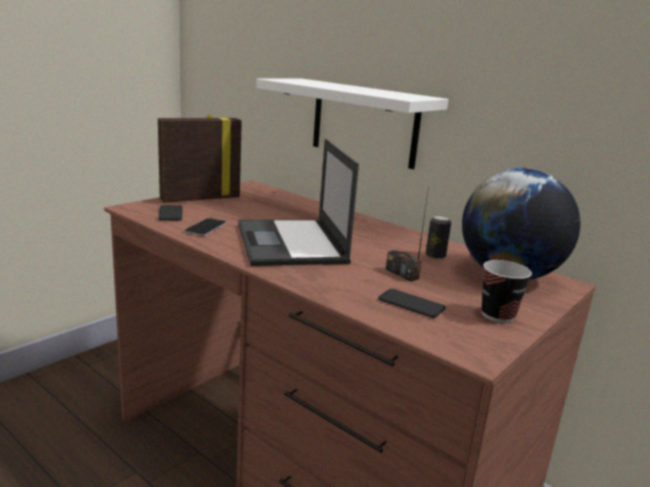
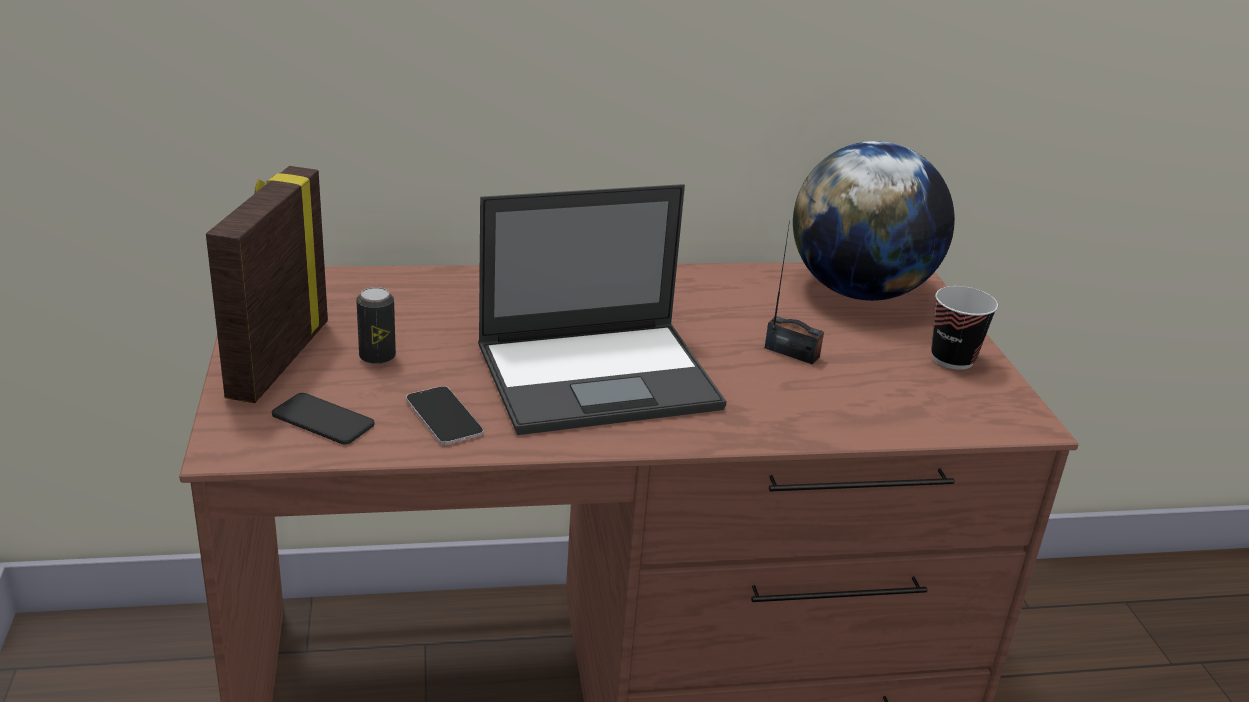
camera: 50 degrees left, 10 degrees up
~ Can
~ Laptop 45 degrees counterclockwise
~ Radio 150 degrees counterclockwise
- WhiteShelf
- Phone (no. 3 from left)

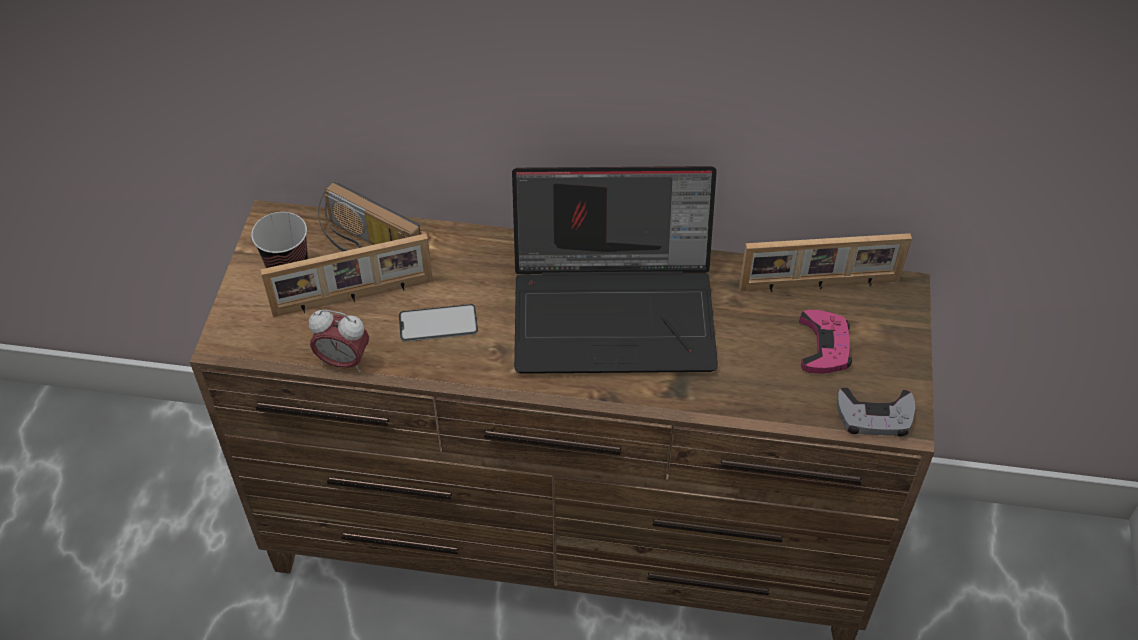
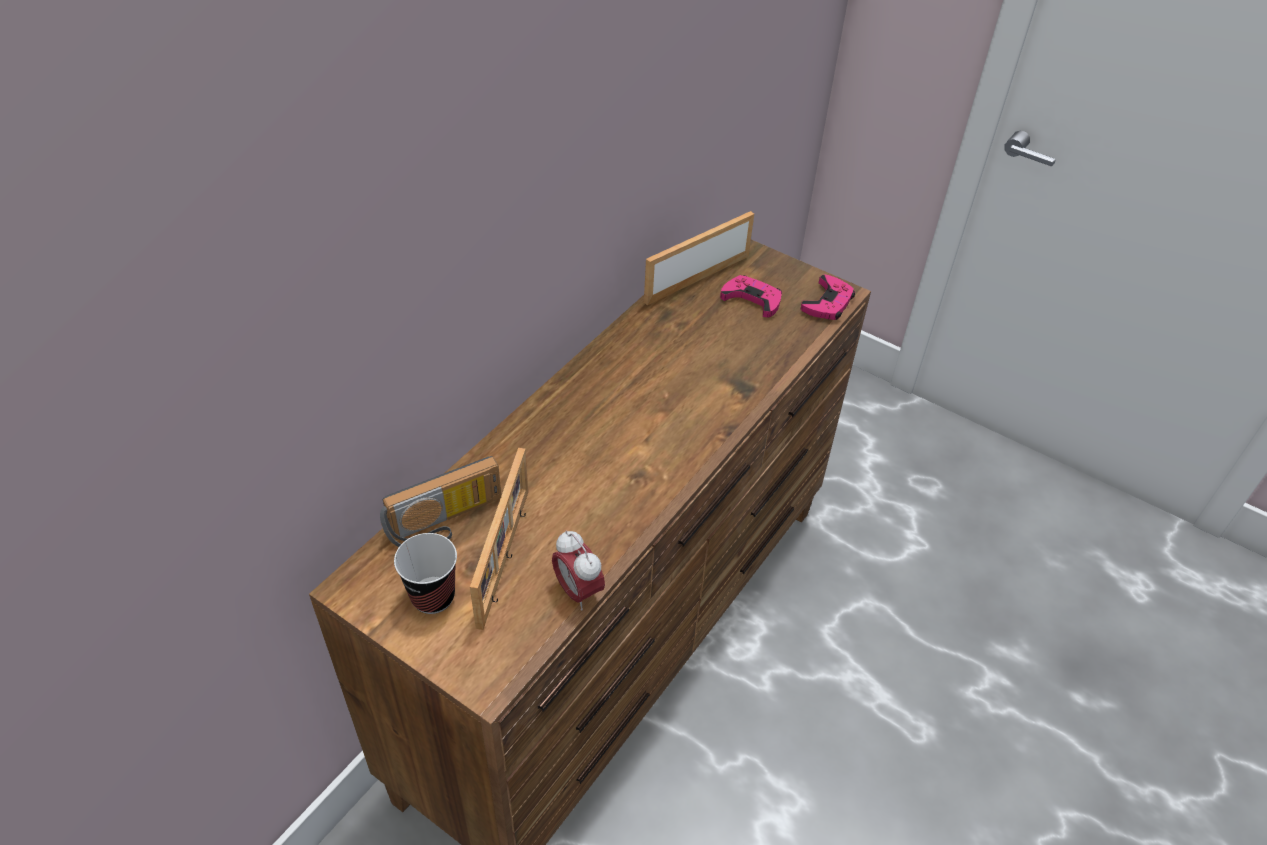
camera: 65 degrees left, 5 degrees down
~ AlarmClock 105 degrees clockwise
~ PictureFrame (no. 2 from left) 150 degrees counterclockwise
~ GreyGameController to PinkGameController (no. 2 from left)
- Phone
- Laptop

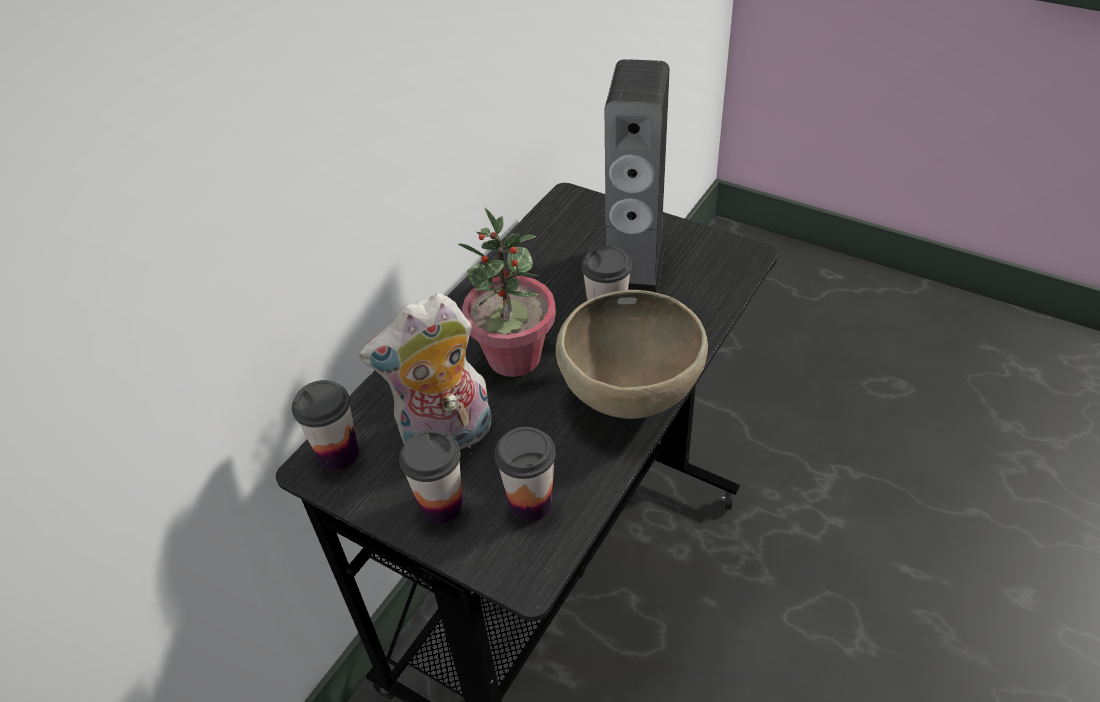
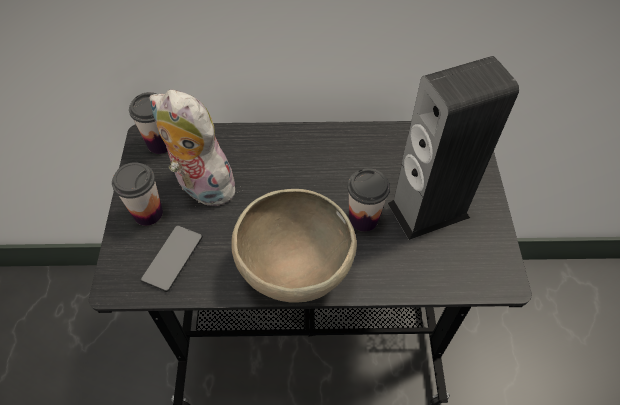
camera: 55 degrees right, 10 degrees up
~ Cup (no. 3 from left) to Phone
- PottedPlant

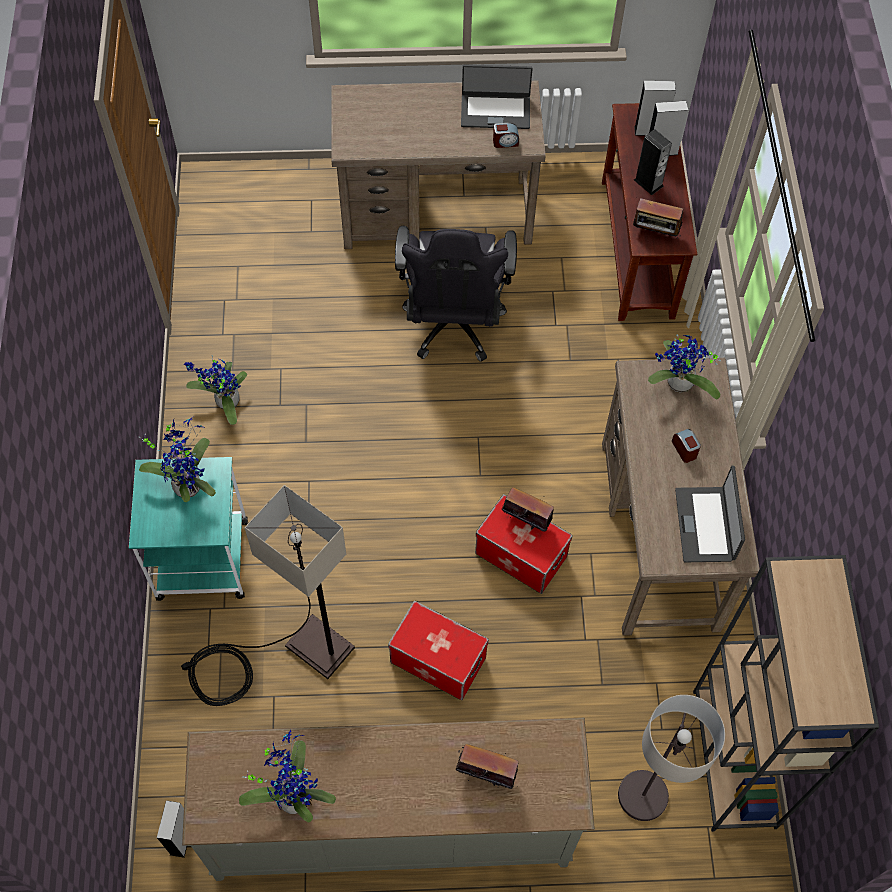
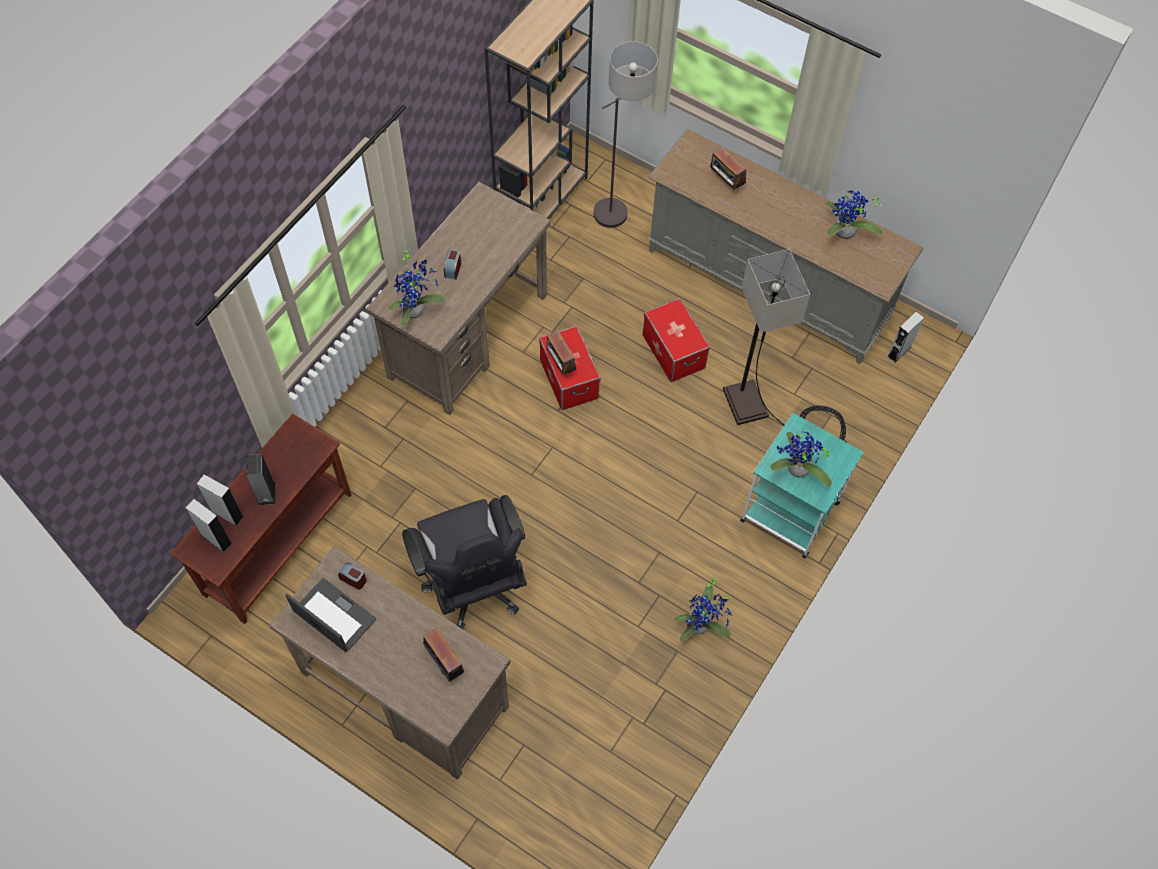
camera: 145 degrees left, 0 degrees up
~ BlackOfficeChair 120 degrees clockwise
~ Radio (no. 3 from left in the first image) to Radio (no. 1 from left)
- Laptop (no. 2 from left)

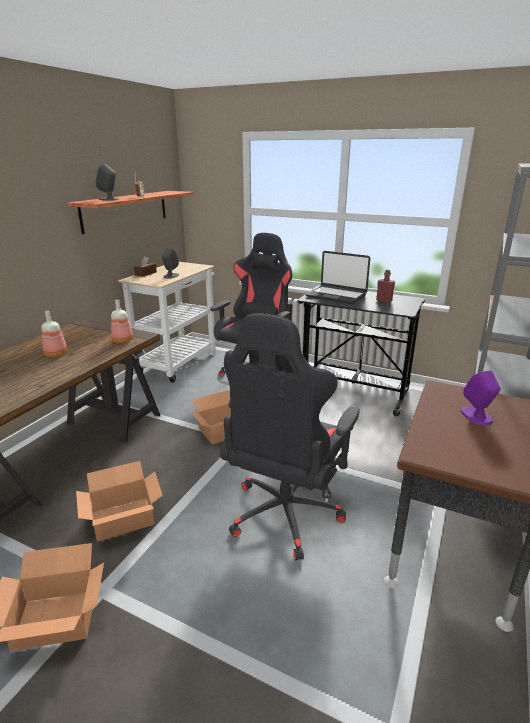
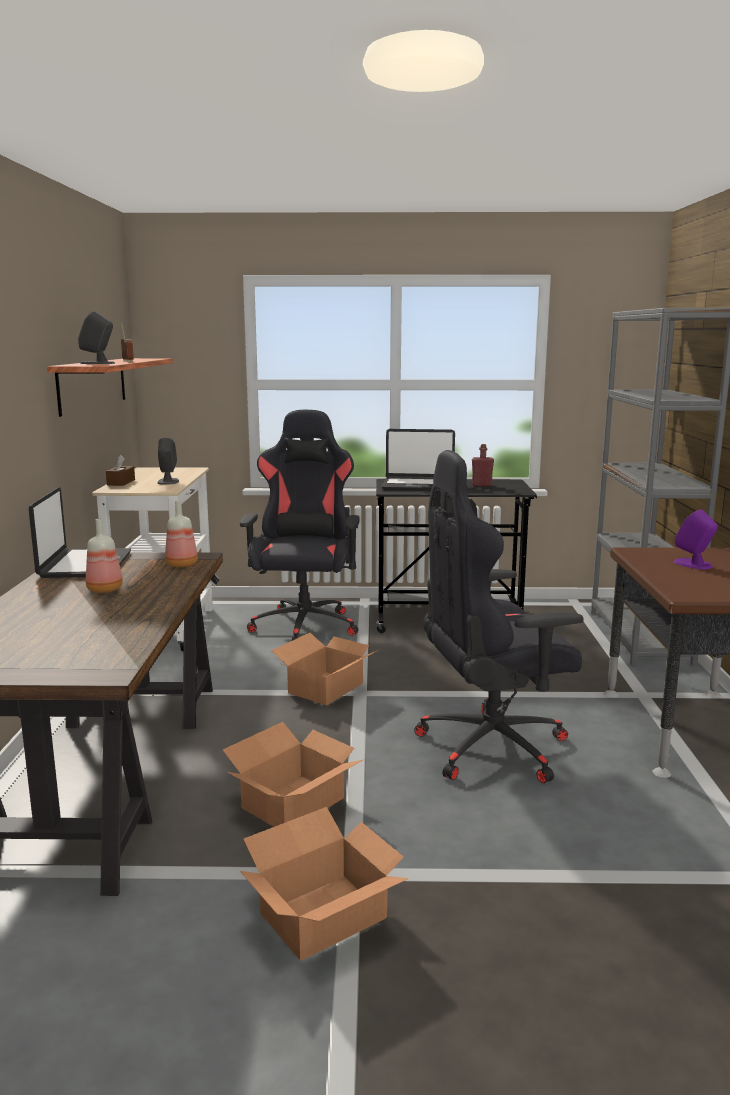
camera: 25 degrees left, 10 degrees down
+ Laptop (no. 1 from left)
~ BlackOfficeChair (no. 2 from left) 75 degrees clockwise

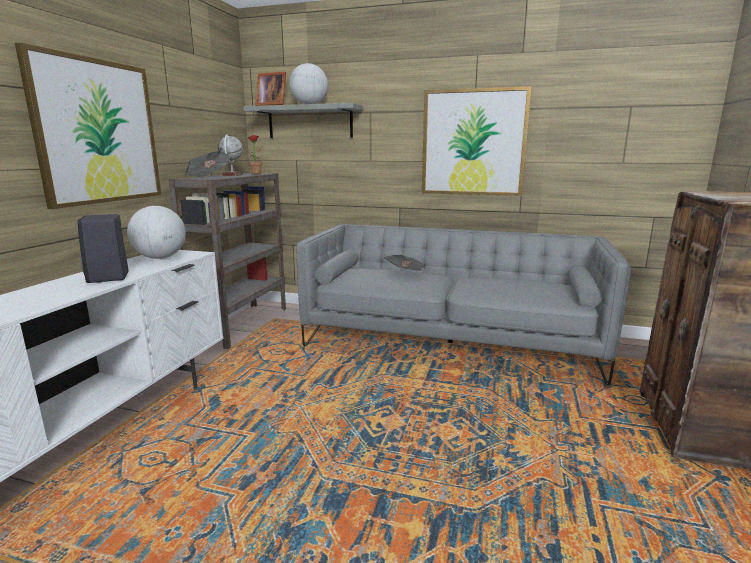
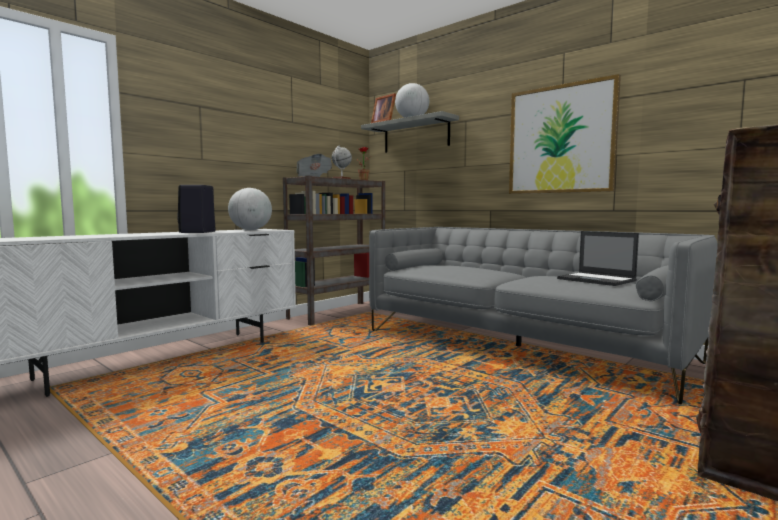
camera: 25 degrees right, 10 degrees down
+ Laptop
- Picture (no. 1 from left)
- Newspaper (no. 2 from left)

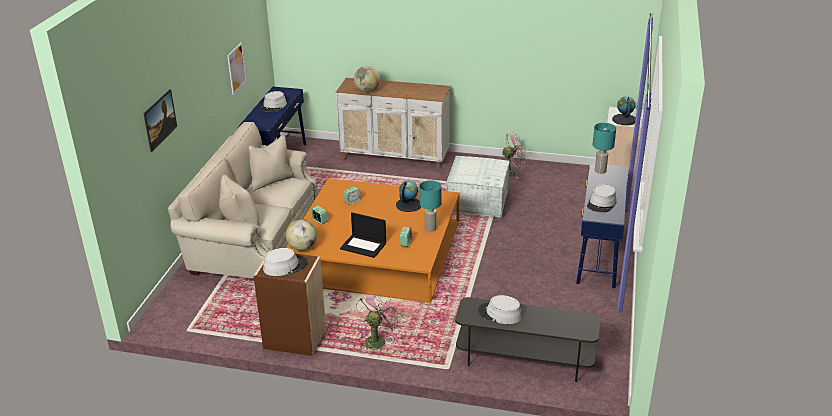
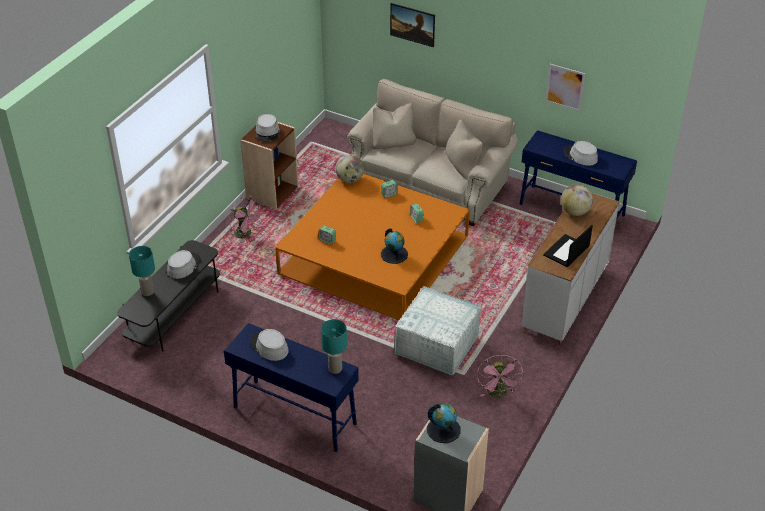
camera: 105 degrees right, 10 degrees up
~ TurquoiseTableLamp (no. 1 from left)
~ Laptop

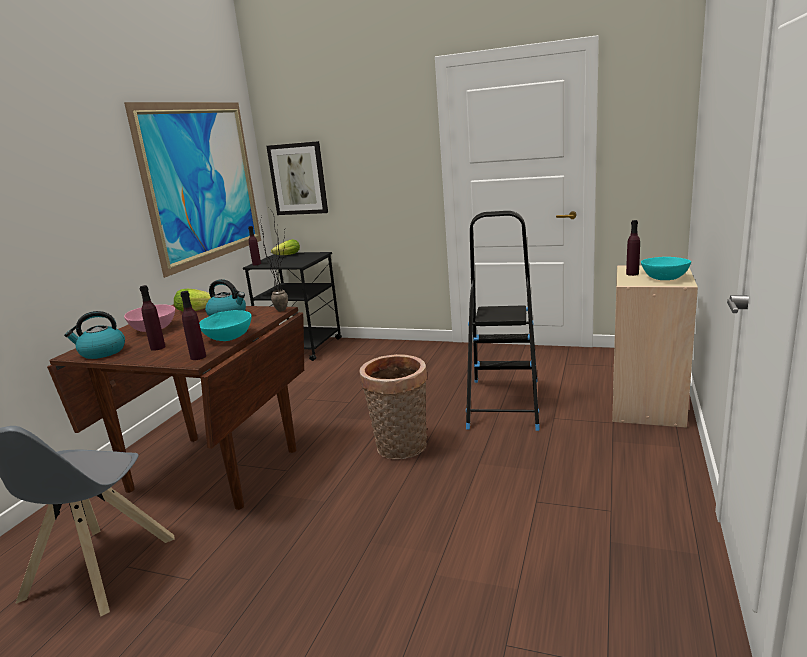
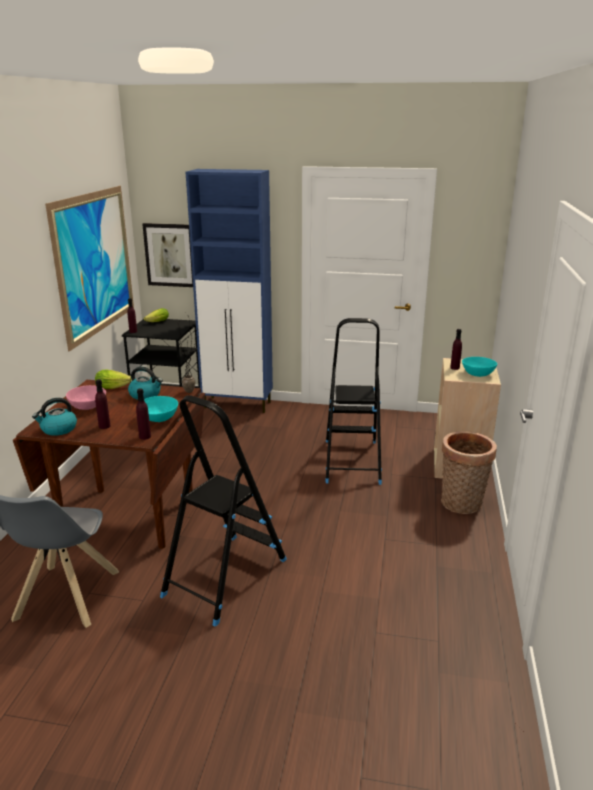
camera: 10 degrees left, 5 degrees up
+ BlackStepLadder (no. 1 from left)
+ BlueCabinet
~ Basket

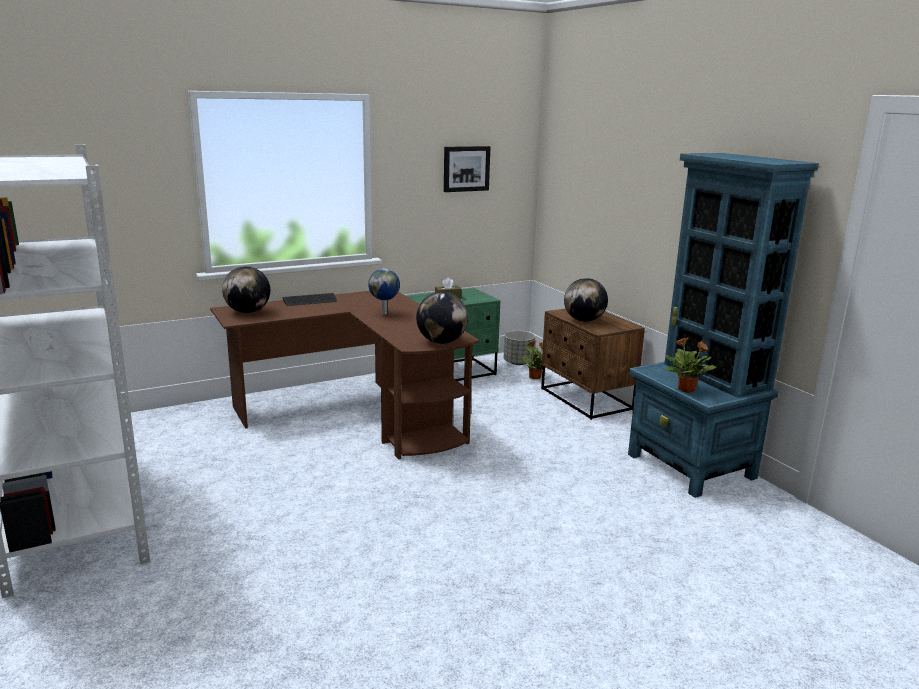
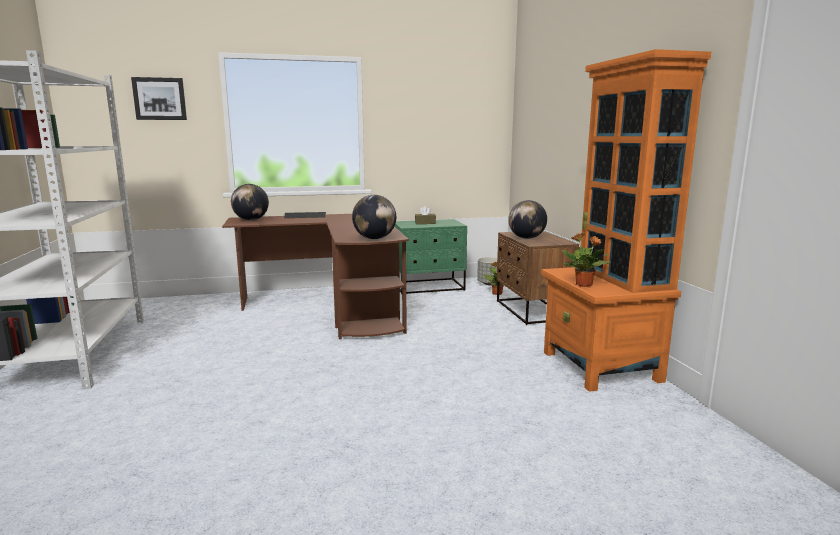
camera: 15 degrees right, 5 degrees down
~ Picture
~ BlueCabinet to OrangeCabinet
- Globe (no. 2 from left)

